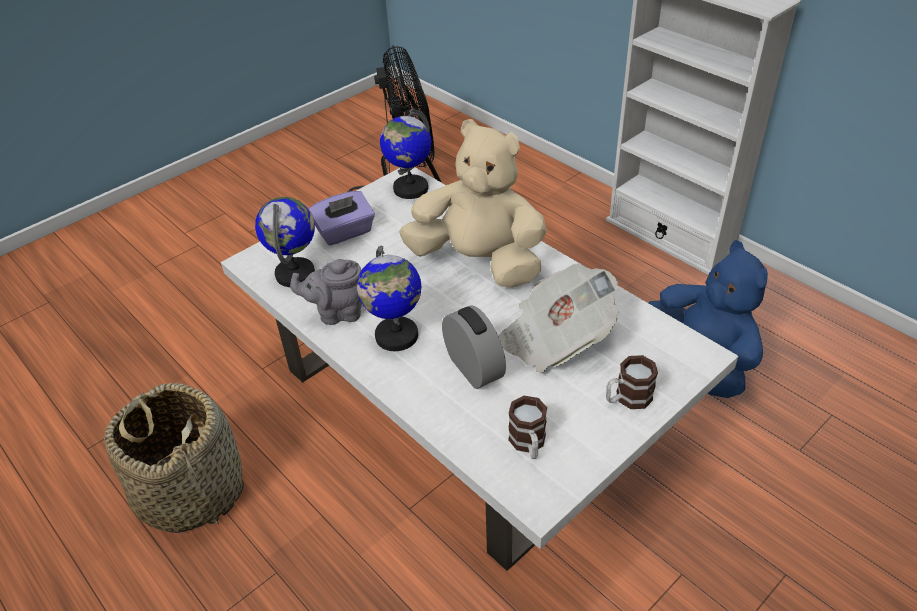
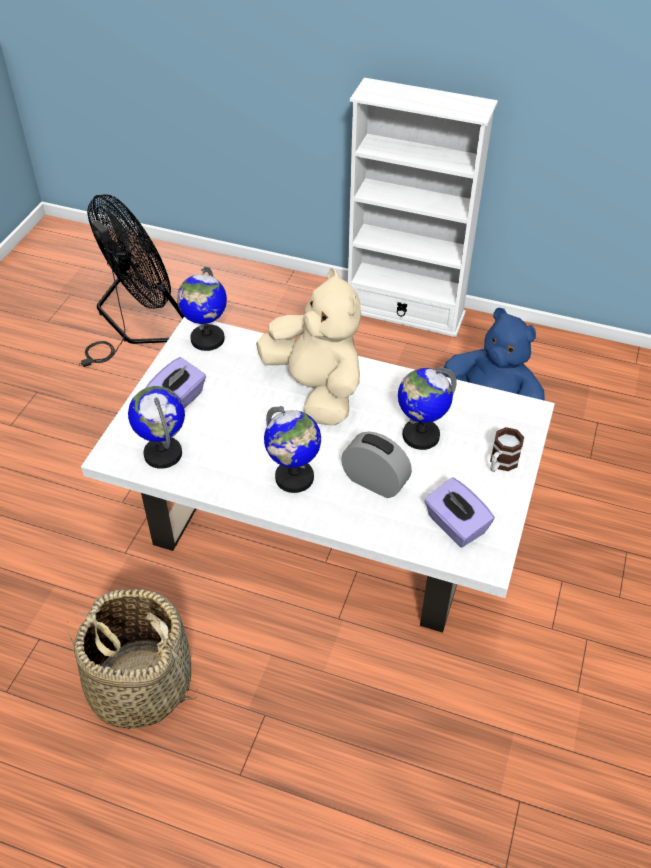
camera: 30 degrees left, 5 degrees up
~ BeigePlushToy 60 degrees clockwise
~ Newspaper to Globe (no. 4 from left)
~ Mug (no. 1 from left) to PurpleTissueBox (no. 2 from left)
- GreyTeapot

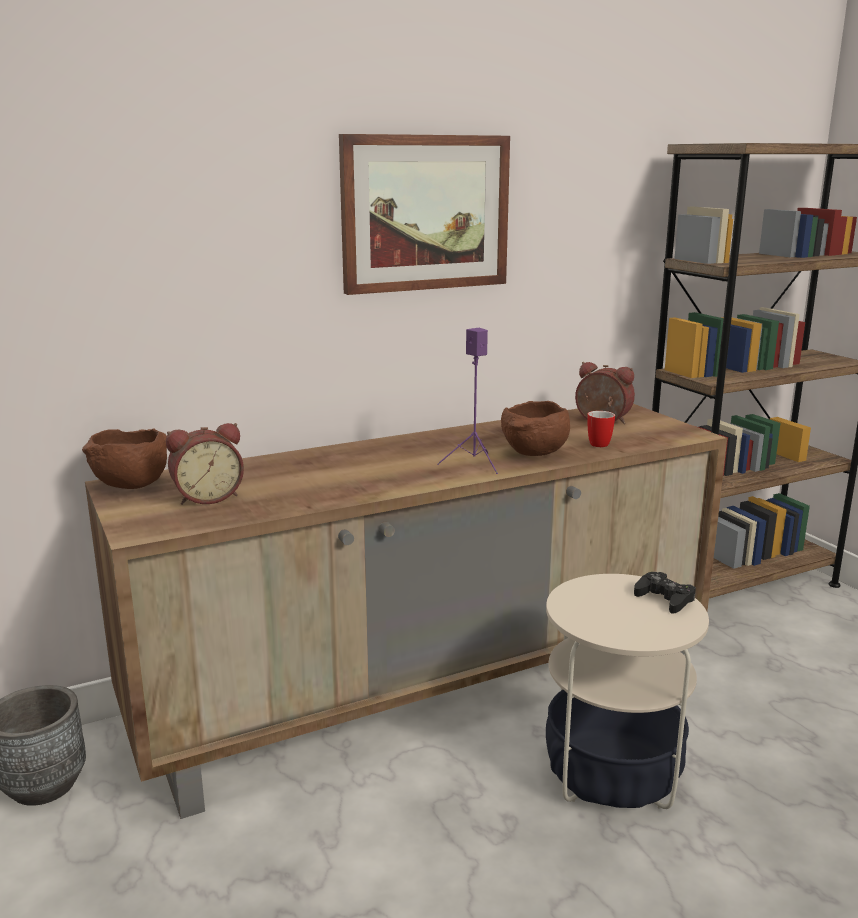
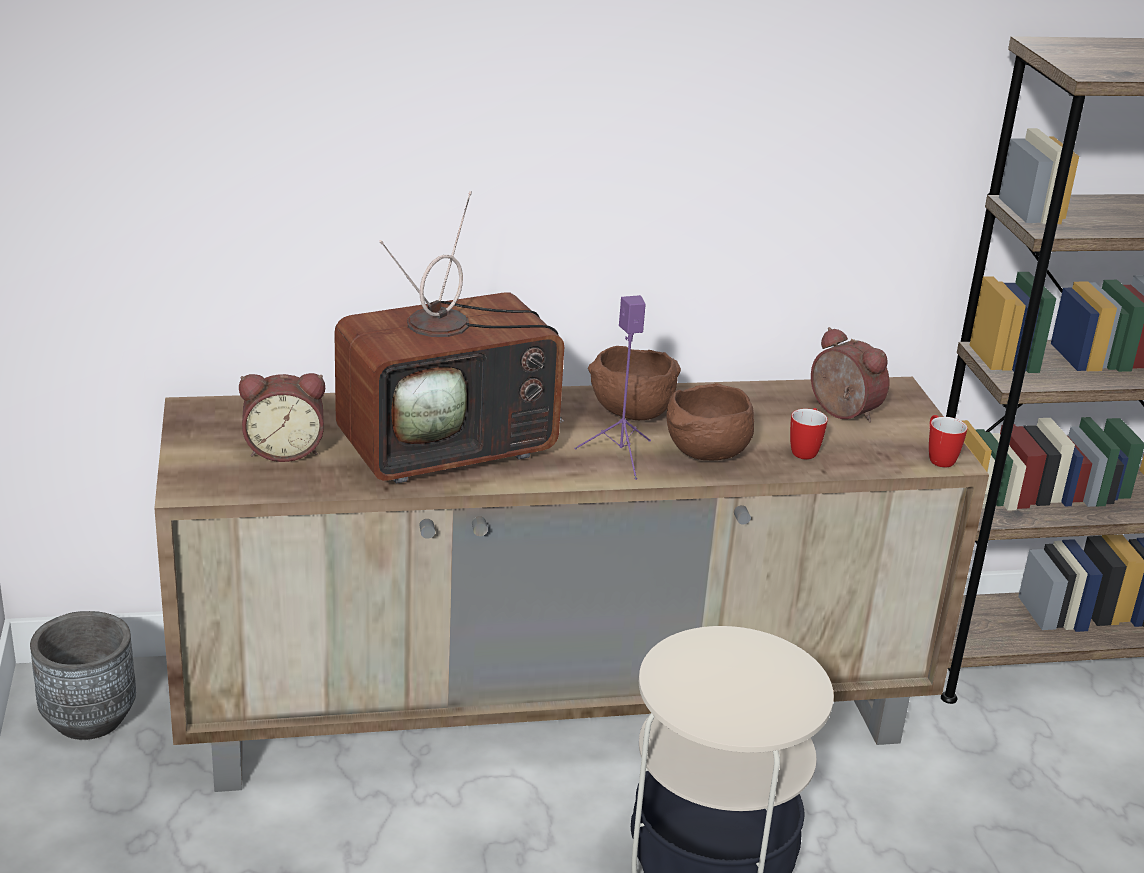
camera: 15 degrees right, 10 degrees up
+ Television
~ BrownBowl (no. 1 from left)
+ Mug (no. 2 from left)
- Picture
- BlackGameController

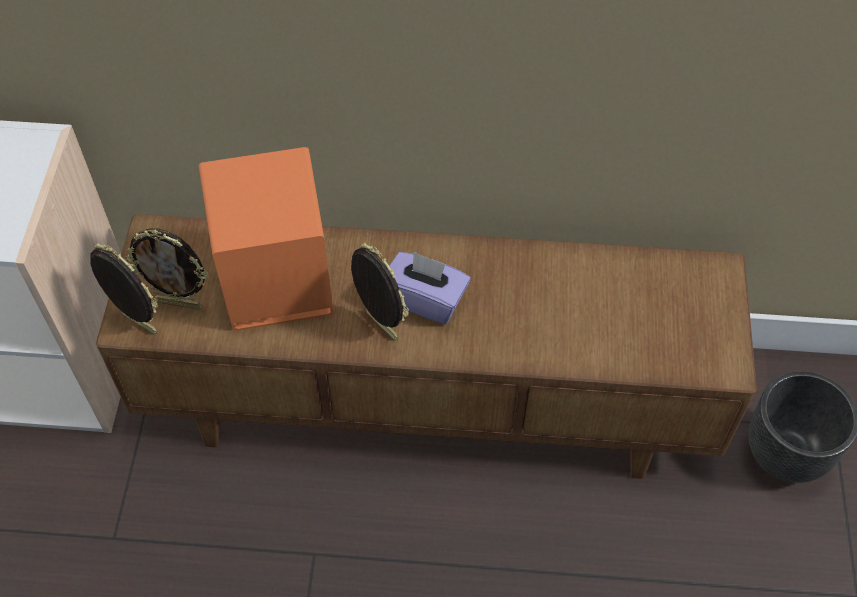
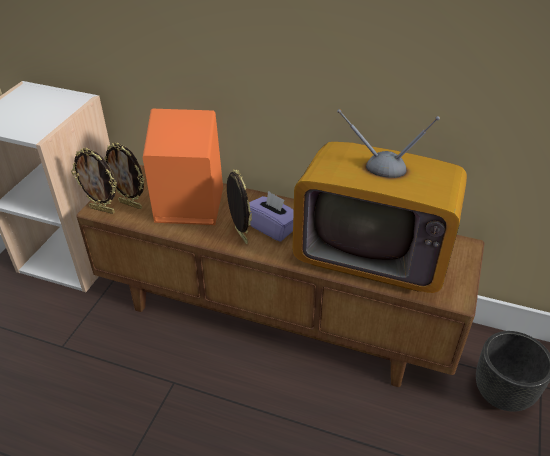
camera: 15 degrees right, 15 degrees down
~ PictureFrame (no. 1 from left) 150 degrees clockwise
+ Television

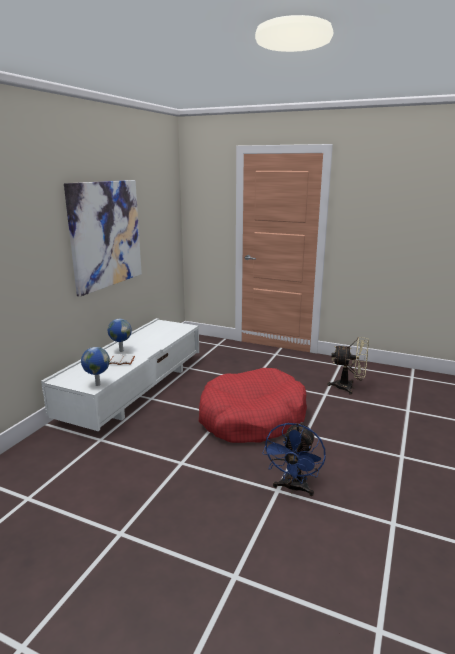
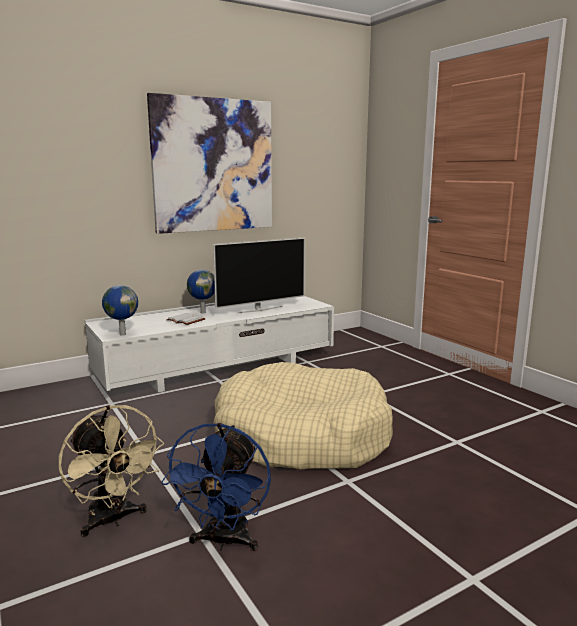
camera: 35 degrees right, 5 degrees down
~ BeigeFan
~ BlueFan 45 degrees counterclockwise
+ Television
~ RedDogBed to BeigeDogBed

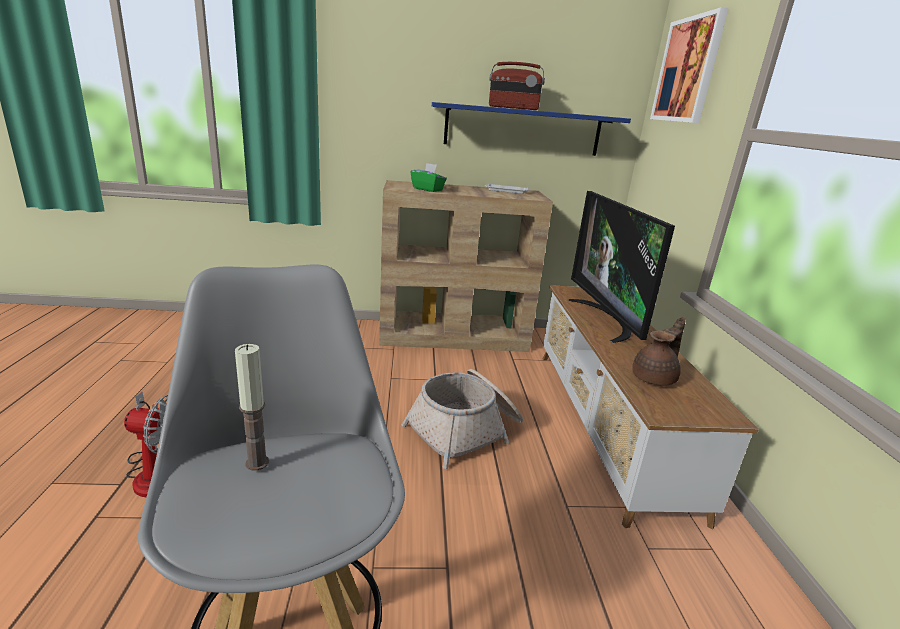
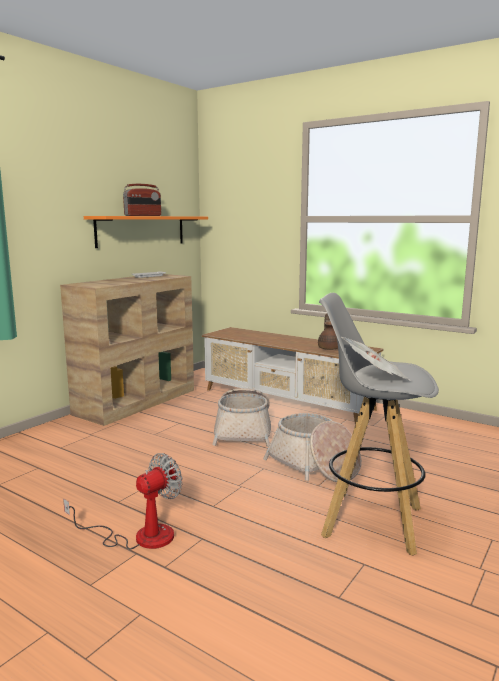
camera: 50 degrees left, 10 degrees down
~ BlueShelf to OrangeShelf
+ Basket (no. 2 from left)
~ Candle to Newspaper
- GreenTissueBox
- Television
- Picture

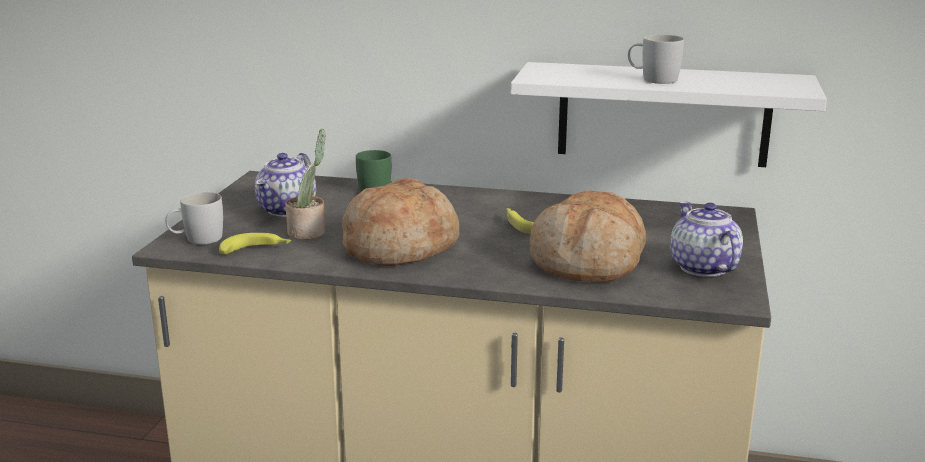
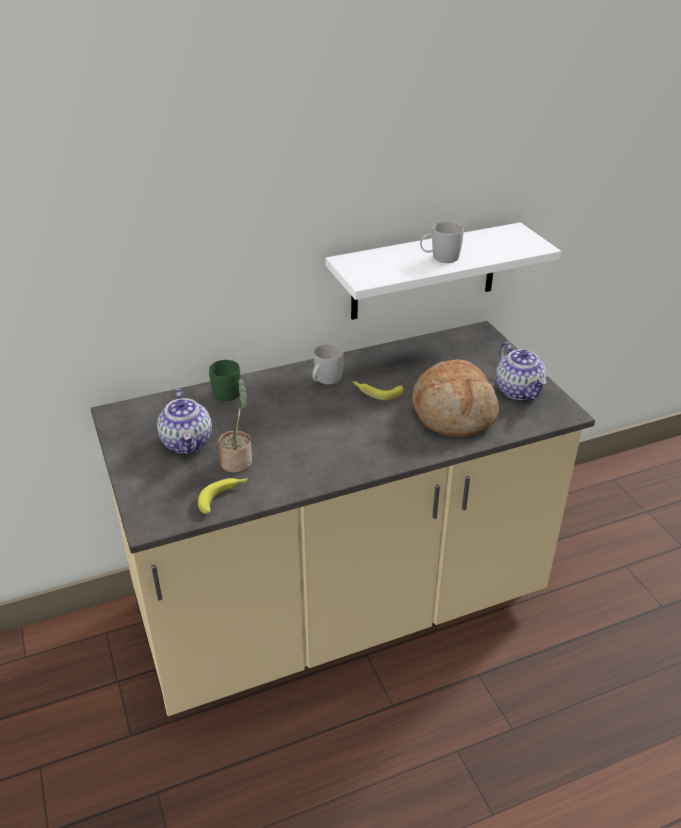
camera: 35 degrees left, 15 degrees up
~ WhiteMug (no. 1 from left)
~ Teapot (no. 2 from left) 150 degrees counterclockwise
- Bread (no. 1 from left)

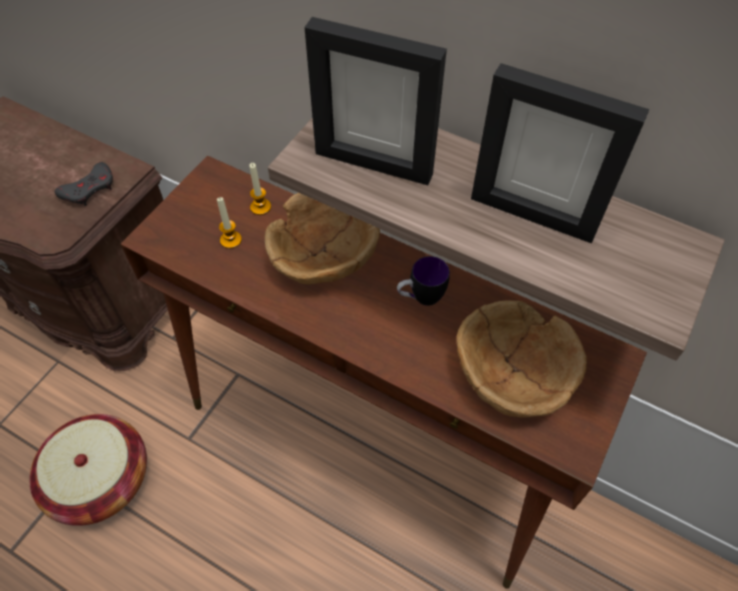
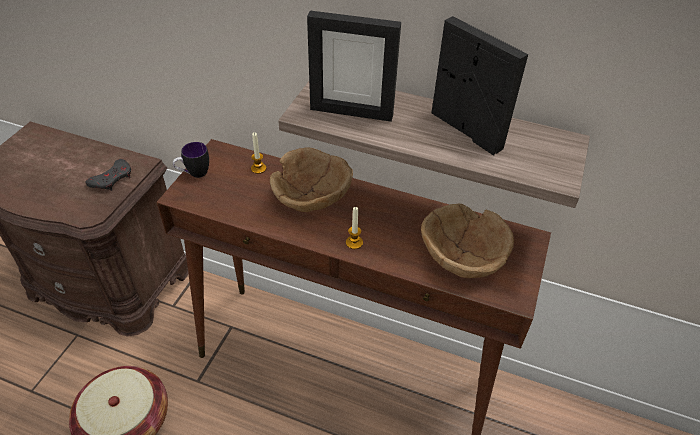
camera: 10 degrees left, 10 degrees down
~ Mug
~ Candle (no. 1 from left in the first image) to Candle (no. 2 from left)
~ PictureFrame (no. 2 from left) 150 degrees counterclockwise

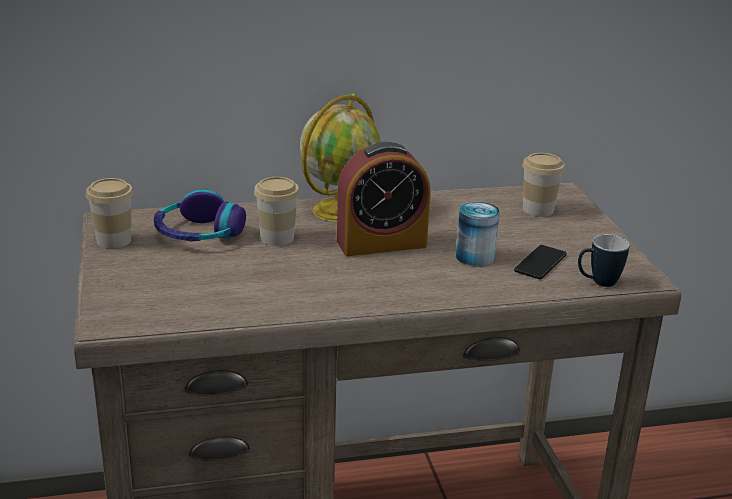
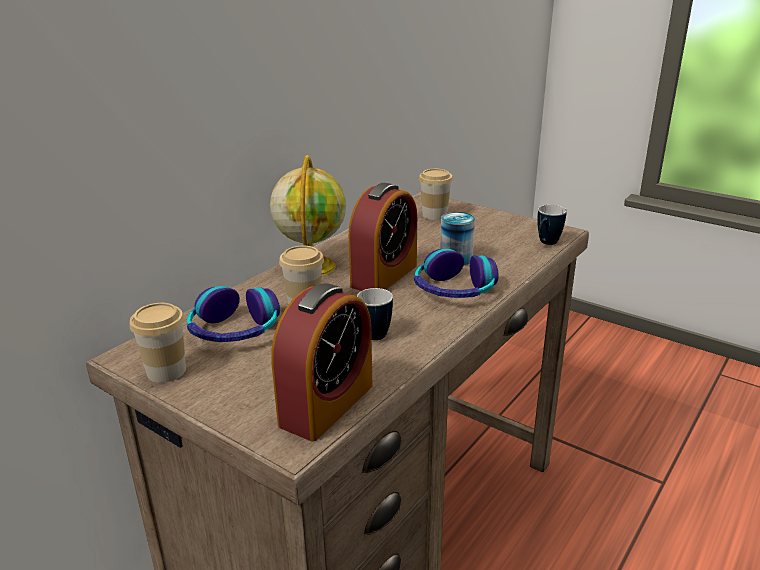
camera: 40 degrees left, 0 degrees up
+ AlarmClock (no. 1 from left)
+ Mug (no. 1 from left)
+ Headphones (no. 2 from left)
- Phone

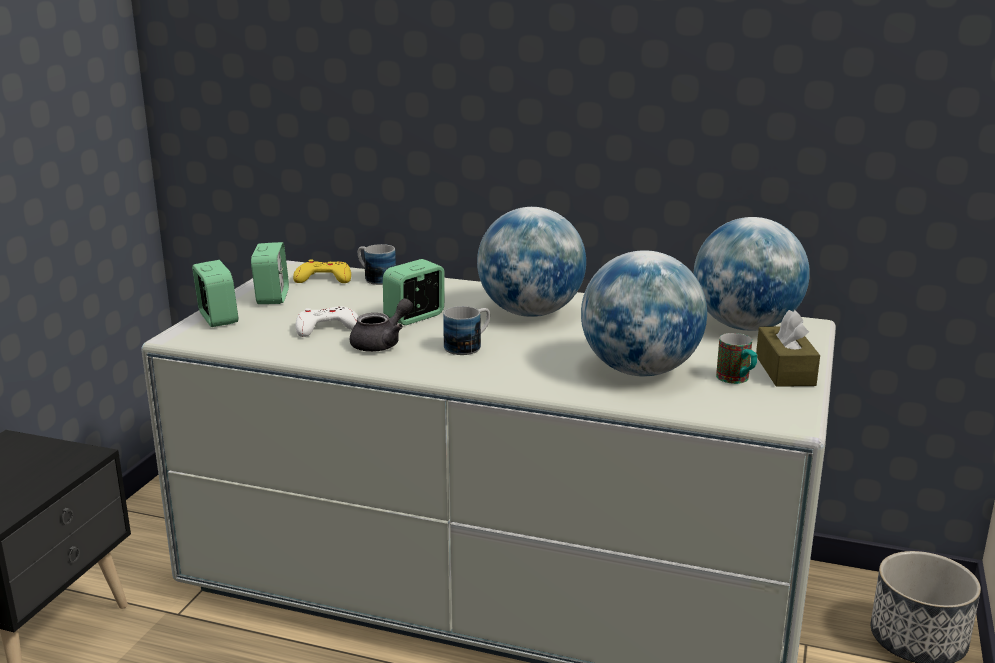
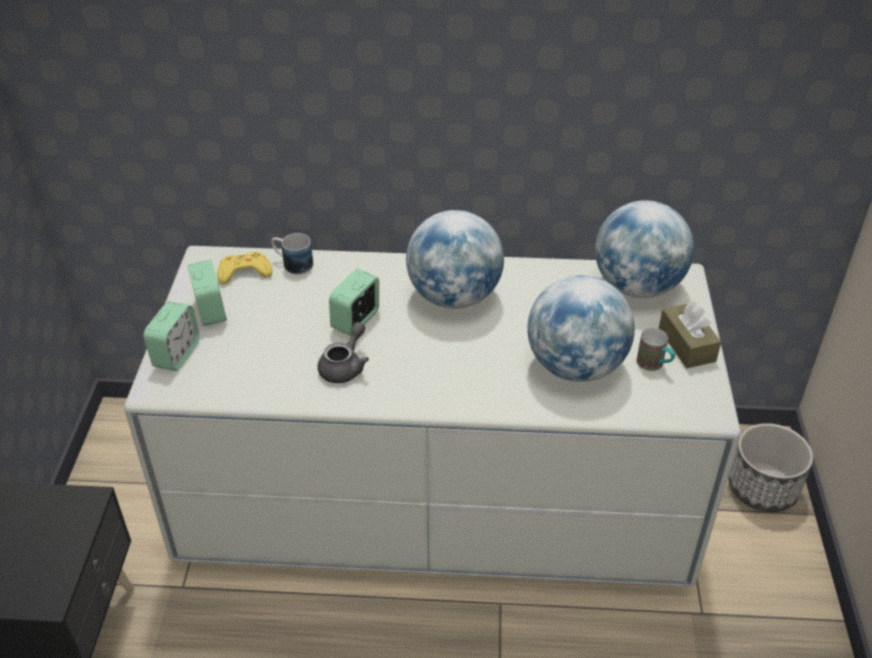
camera: 15 degrees left, 20 degrees up
~ AlarmClock (no. 1 from left) 60 degrees clockwise
- WhiteGameController
- Mug (no. 2 from left)

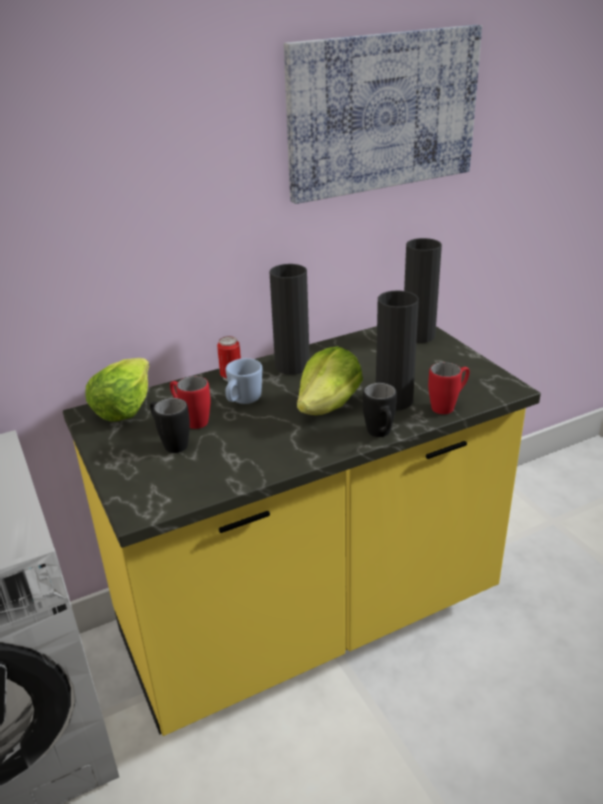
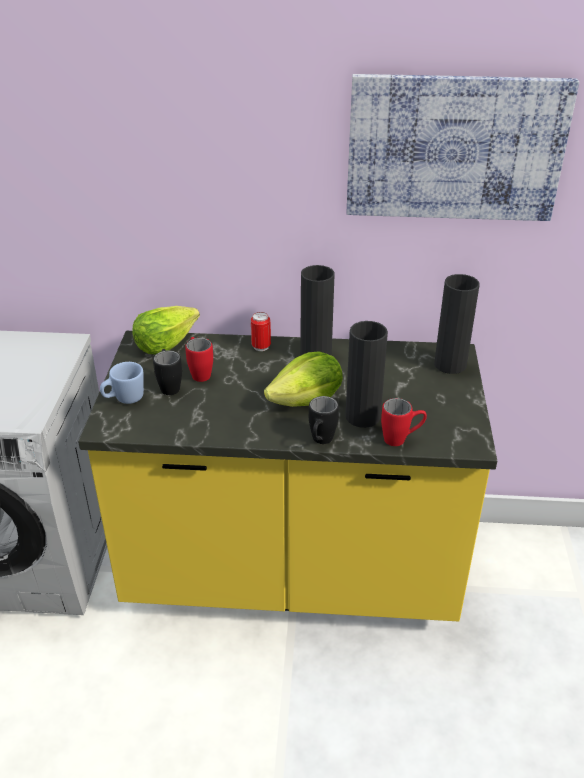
camera: 30 degrees right, 5 degrees up
~ BlueMug

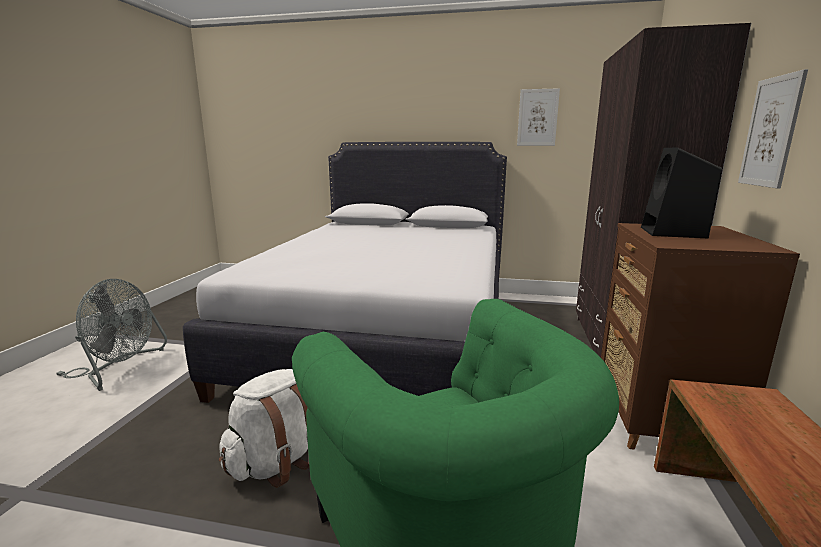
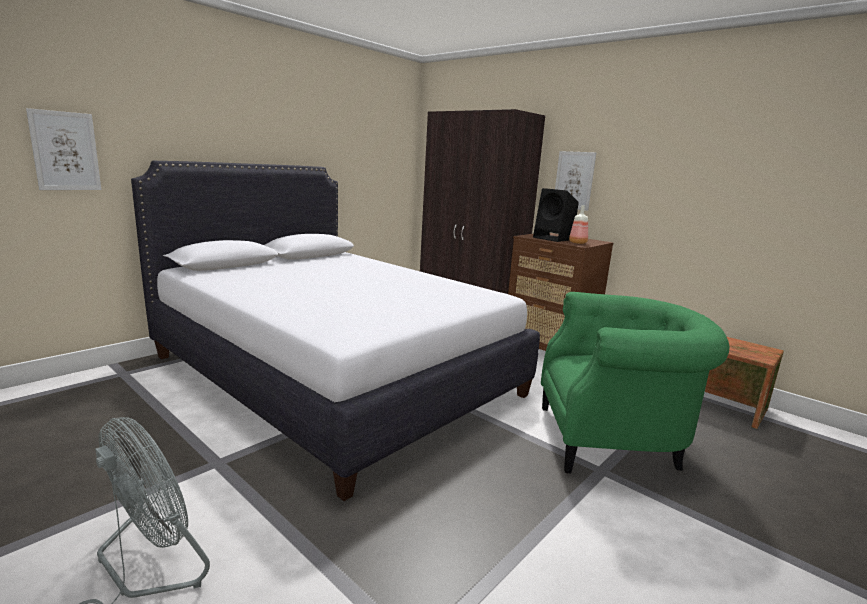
camera: 60 degrees left, 0 degrees up
~ Picture (no. 1 from left)
+ Bottle
- WhiteBackpack

